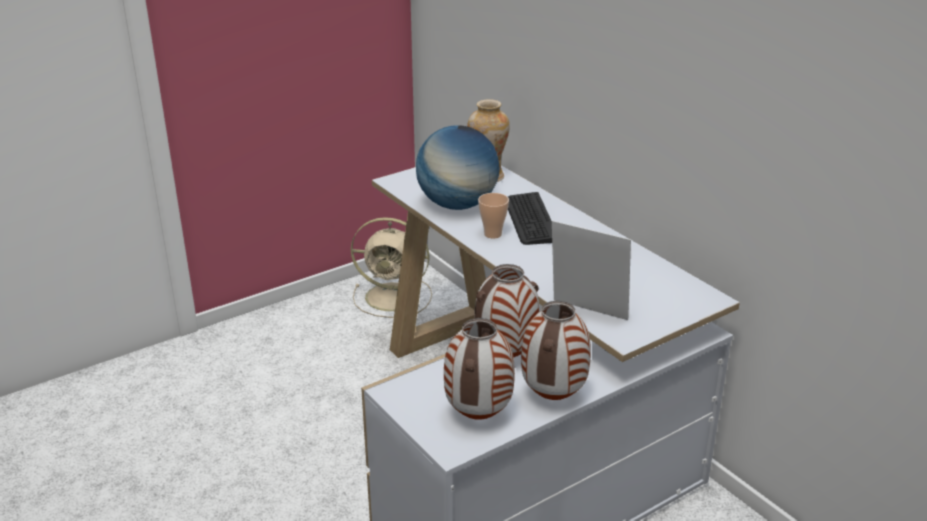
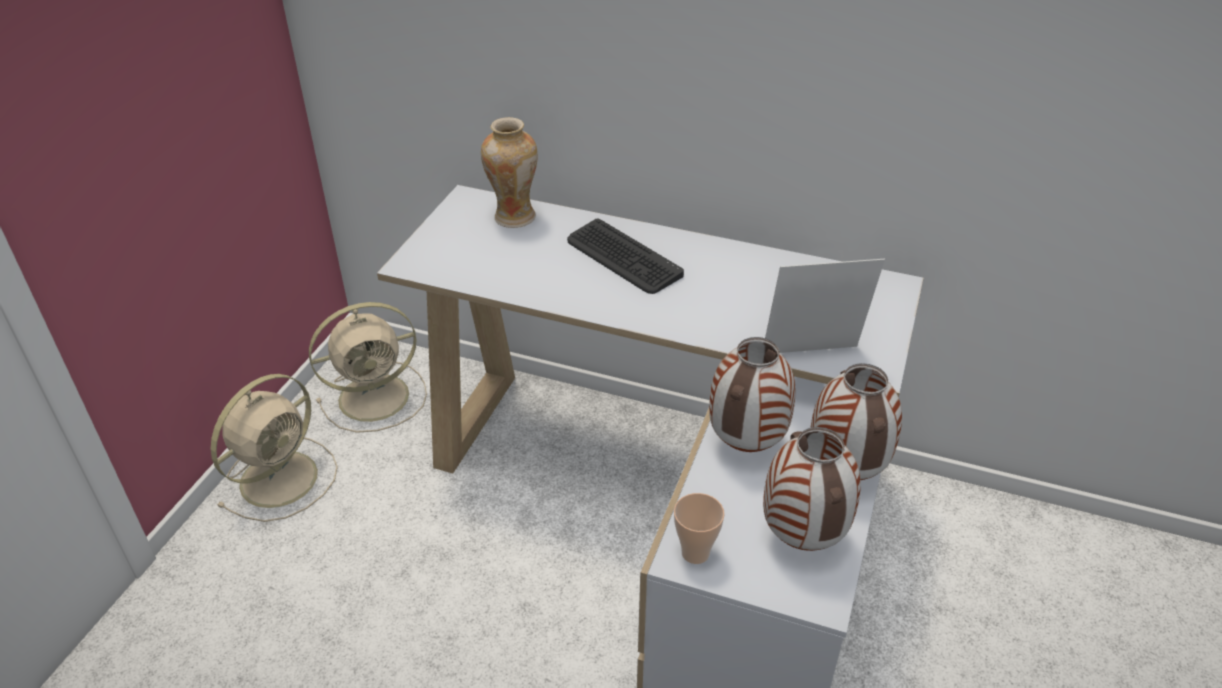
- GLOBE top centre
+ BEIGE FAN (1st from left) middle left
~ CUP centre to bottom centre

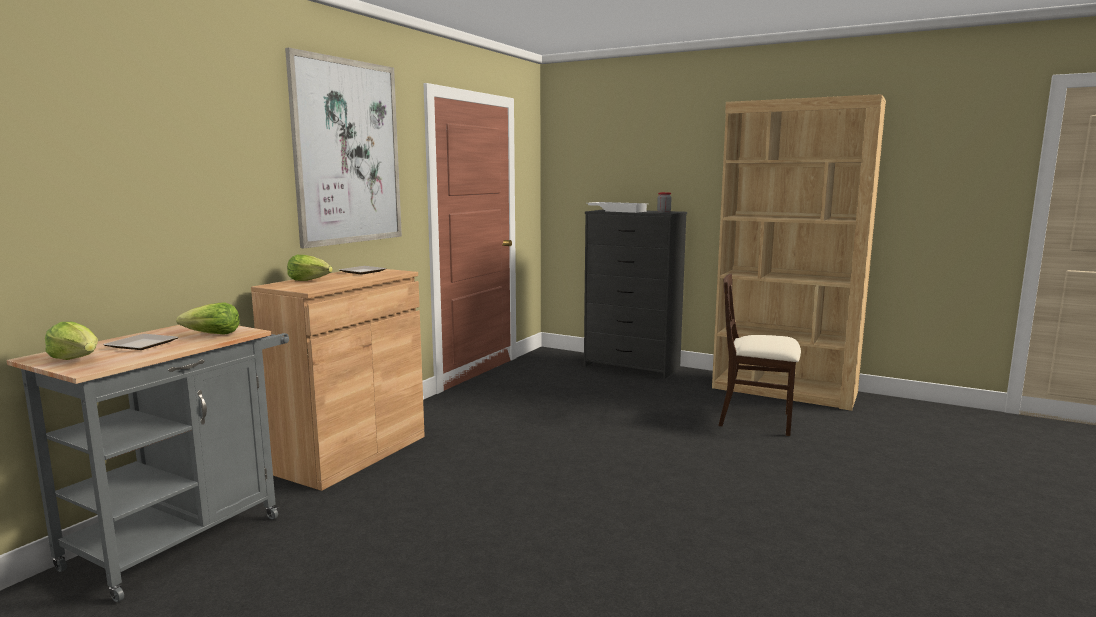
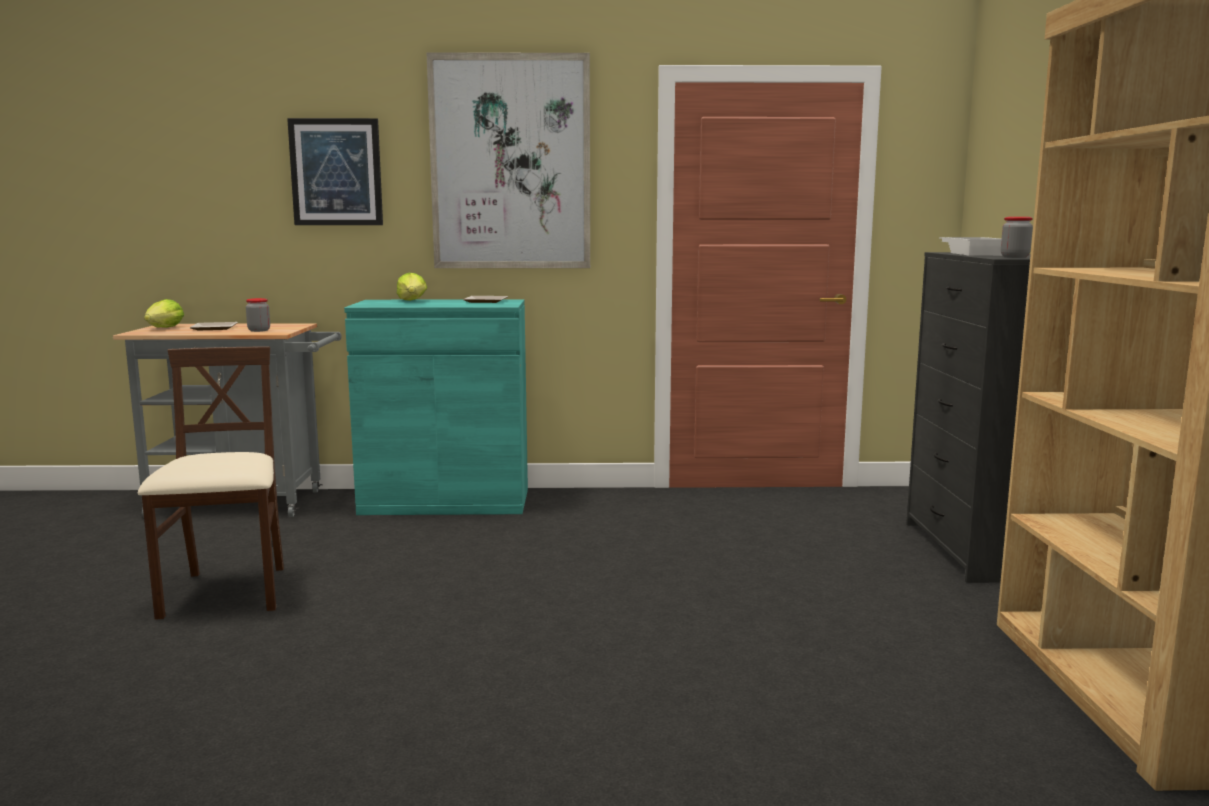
+ PICTURE (1st from left) top left
~ BEIGE CHAIR middle right to middle left
~ LETTUCE (2nd from left) middle left to JAR (1st from left) middle left
~ BROWN CABINET middle left to TURQUOISE CABINET centre

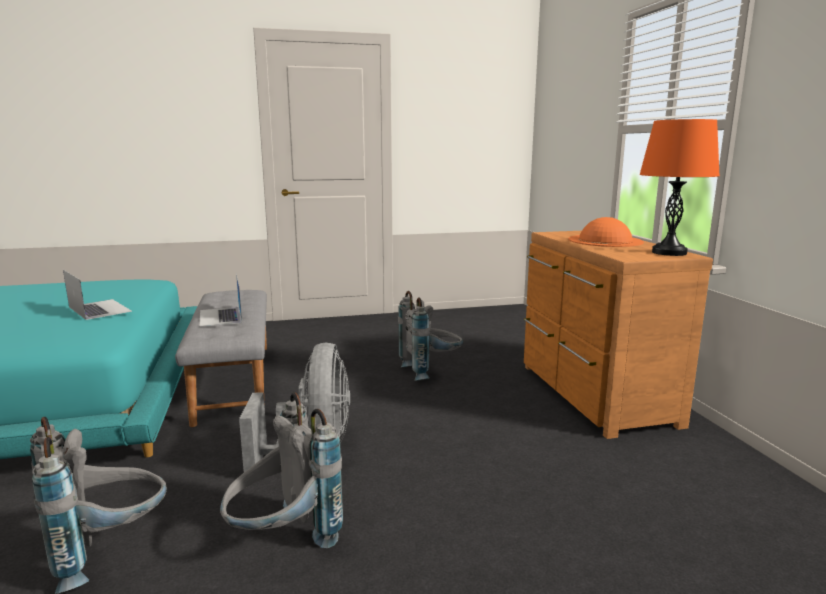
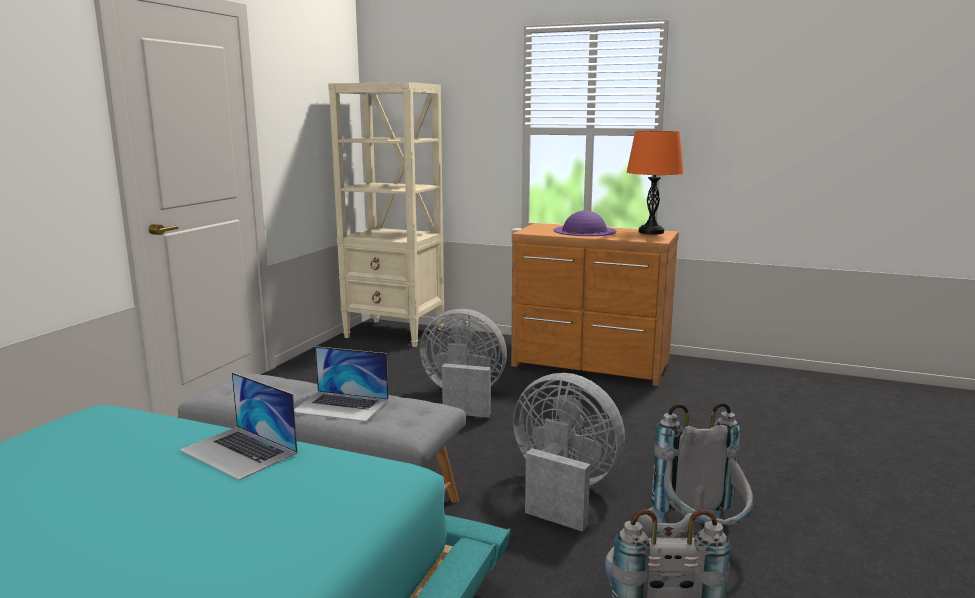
+ BEIGE BOOKCASE centre
~ GREY BACKPACK (3rd from left) centre to GREY FAN (1st from left) centre
~ ORANGE HAT middle right to PURPLE HAT centre
~ LAPTOP (1st from left) middle left = bottom left 135 degrees counterclockwise

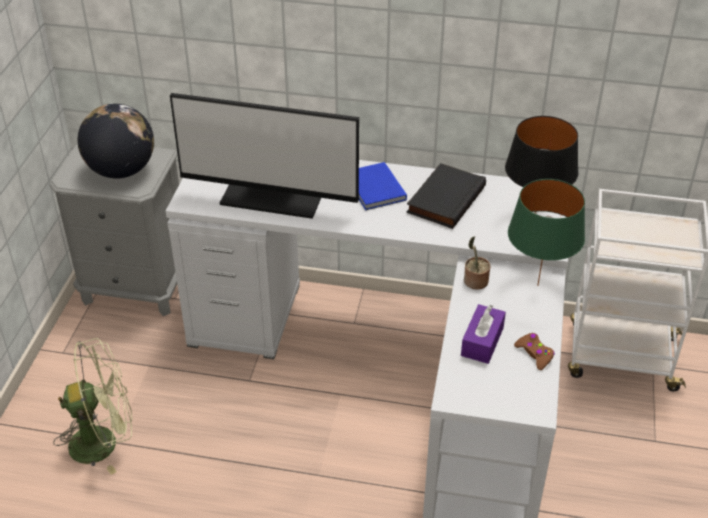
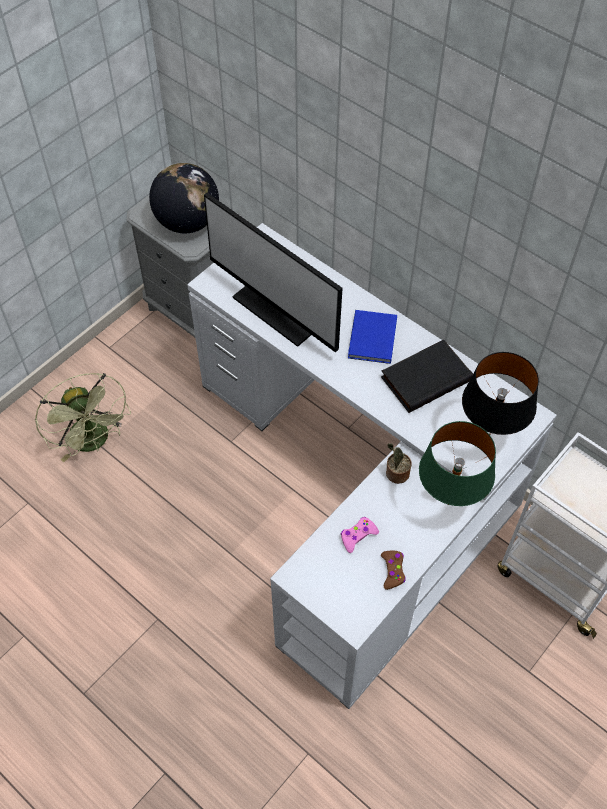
~ PURPLE TISSUE BOX middle right to PINK GAME CONTROLLER centre
~ GREEN FAN bottom left = middle left 45 degrees clockwise

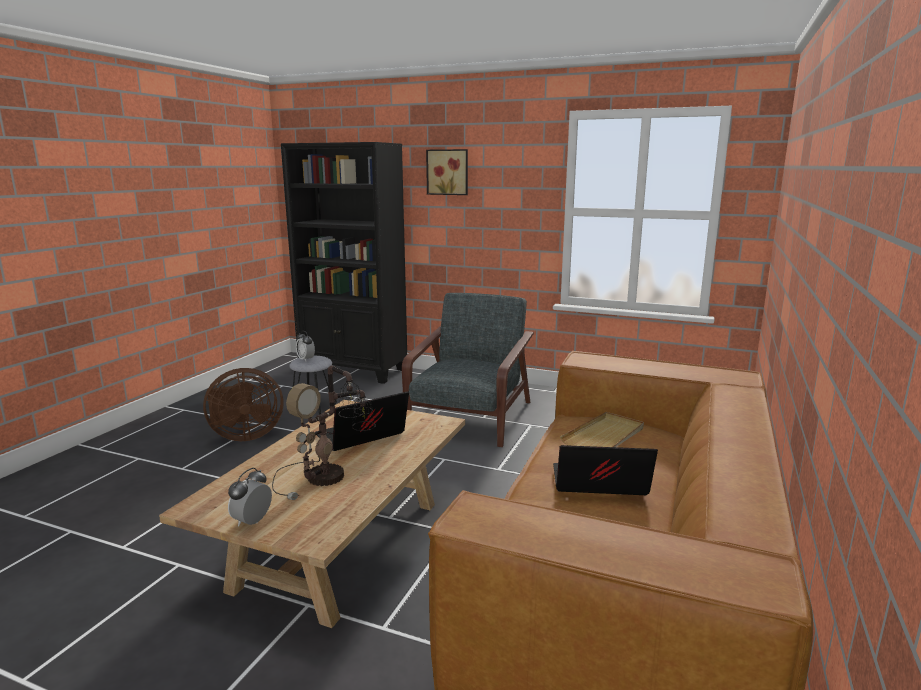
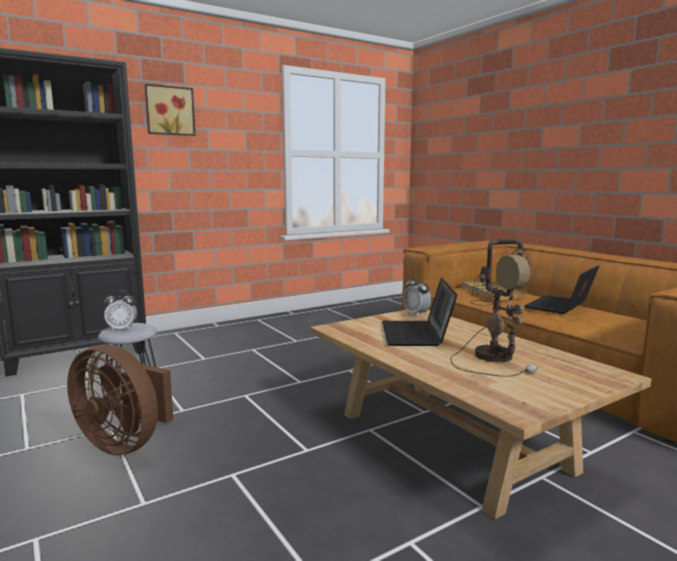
- GREY ARMCHAIR centre
~ ALARM CLOCK (1st from left in the first image) bottom left to ALARM CLOCK (2nd from left) centre
~ BROWN FAN middle left = bottom left 105 degrees clockwise

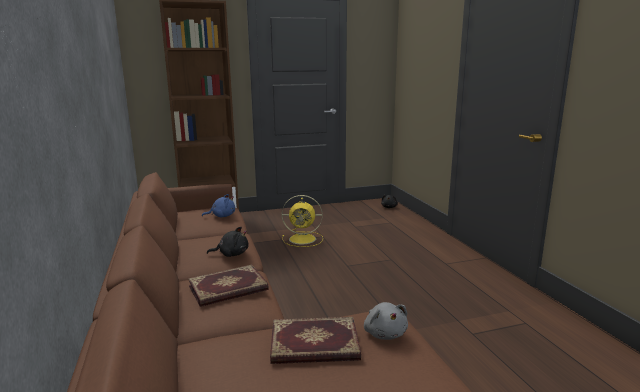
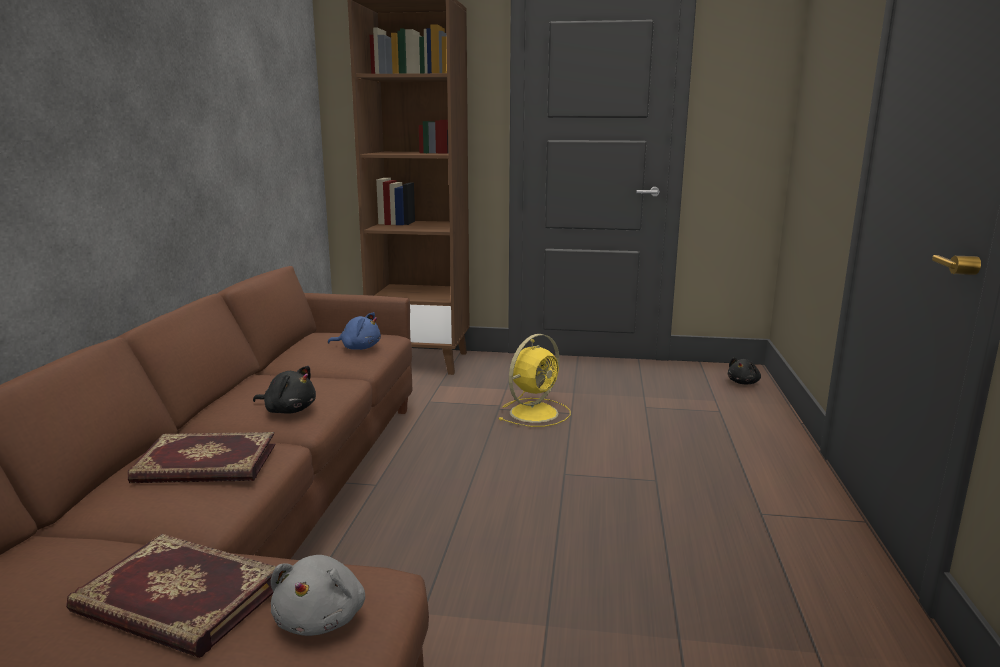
~ YELLOW FAN centre = centre 75 degrees counterclockwise

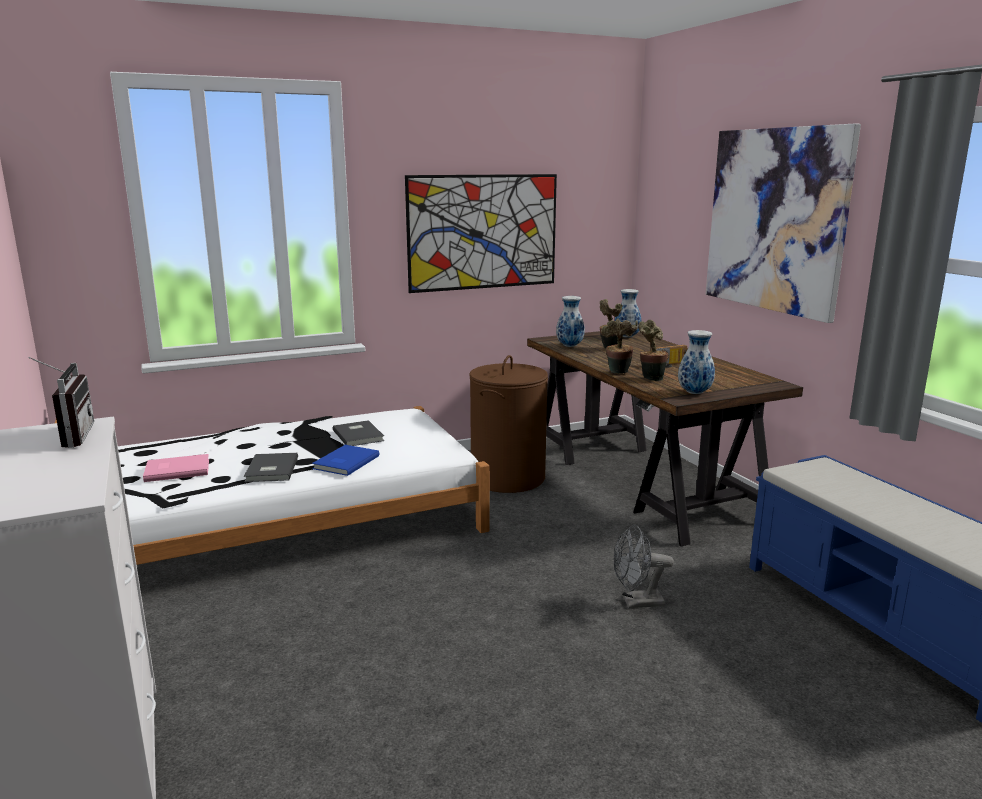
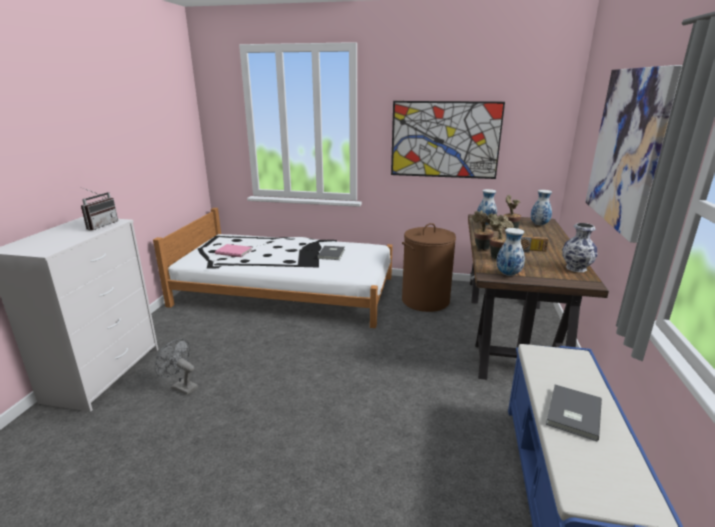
- BLUE BOOK centre
+ VASE (4th from left) middle right
~ GREY BOOK (1st from left in the first image) middle left to GREY BOOK (2nd from left) bottom right
~ GREY FAN bottom centre to bottom left

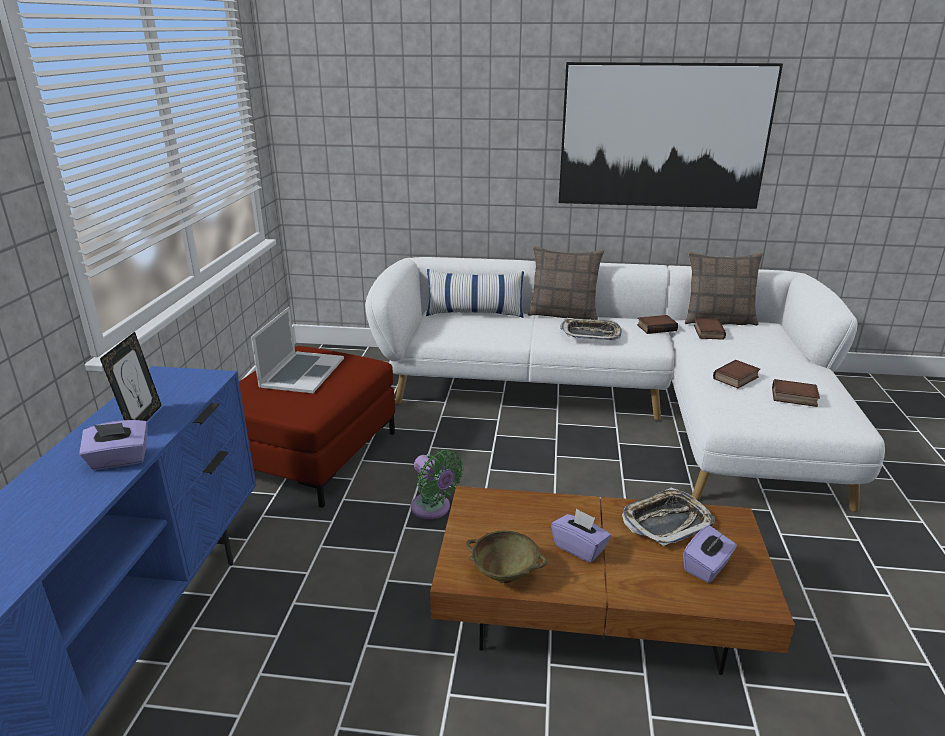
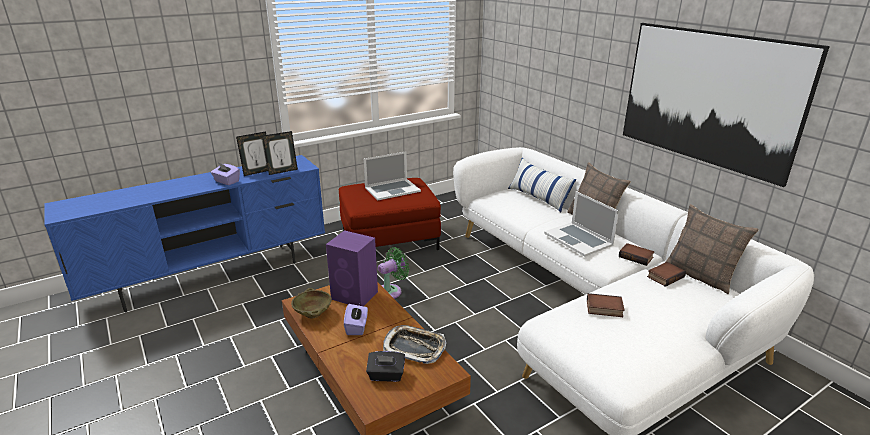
- BOOK (4th from left) middle right
+ PICTURE FRAME (2nd from left) middle left
+ PURPLE SPEAKER centre
~ TRAY (1st from left) centre to LAPTOP (2nd from left) middle right
~ PURPLE TISSUE BOX (3rd from left) bottom right to BLACK TISSUE BOX bottom centre
~ GREEN FAN centre = centre 135 degrees counterclockwise

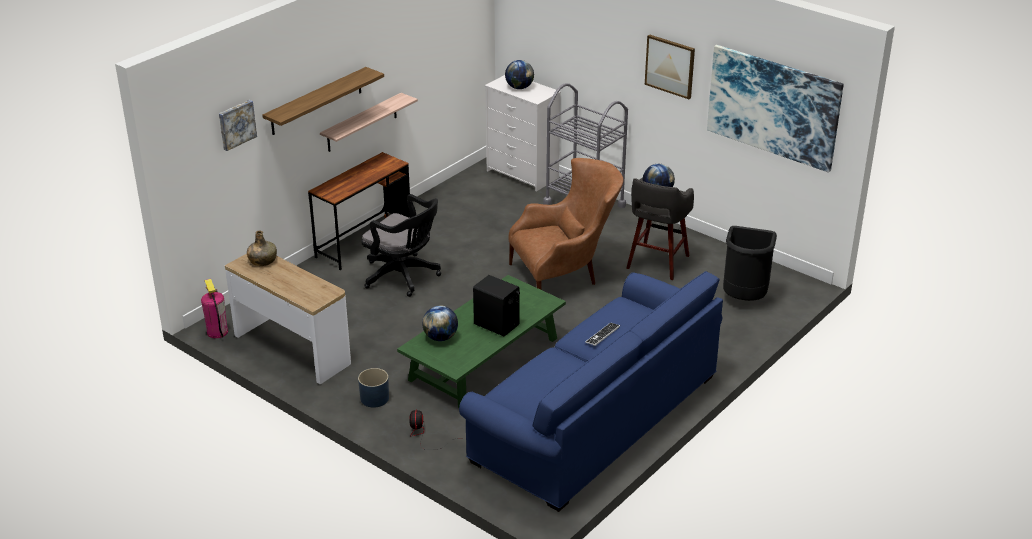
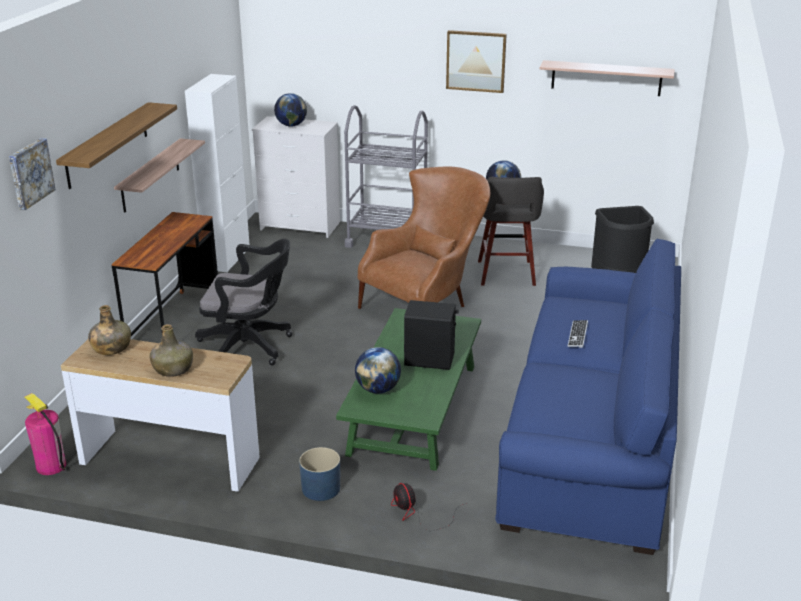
+ GREEN BOTTLE (2nd from left) middle left
+ WHITE CABINET top left
~ PICTURE (3rd from left) top right to SHELF (3rd from left) top right

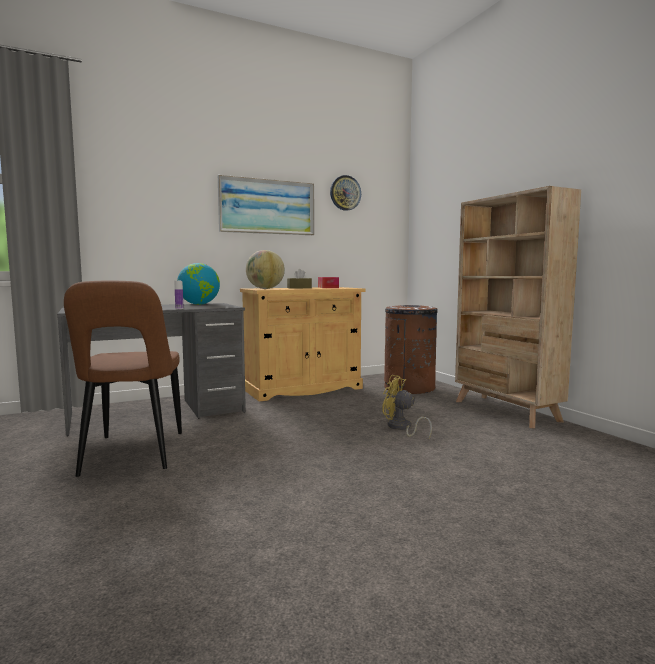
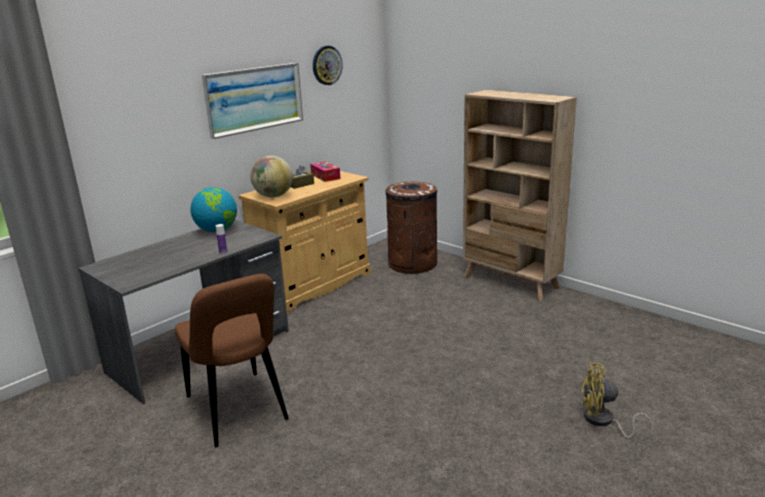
~ YELLOW FAN centre to bottom right

